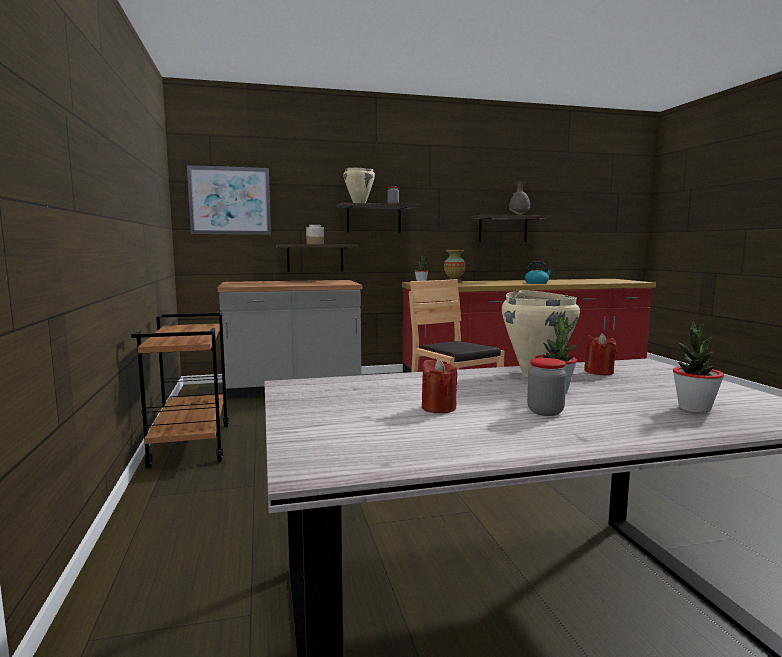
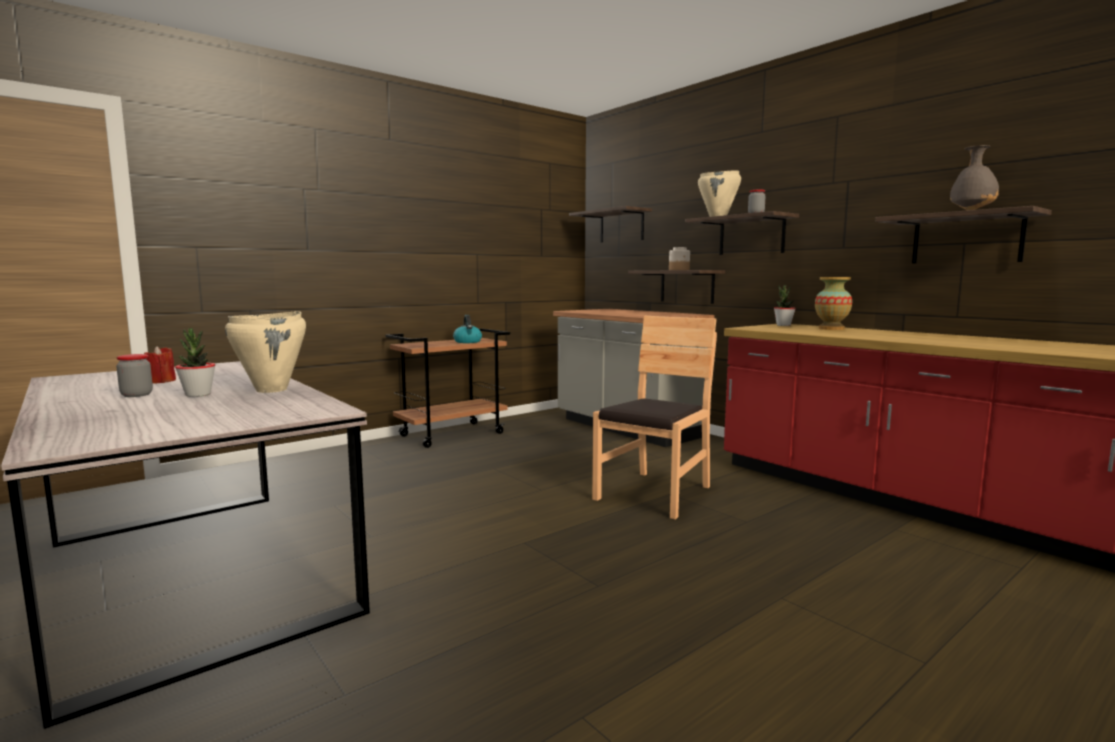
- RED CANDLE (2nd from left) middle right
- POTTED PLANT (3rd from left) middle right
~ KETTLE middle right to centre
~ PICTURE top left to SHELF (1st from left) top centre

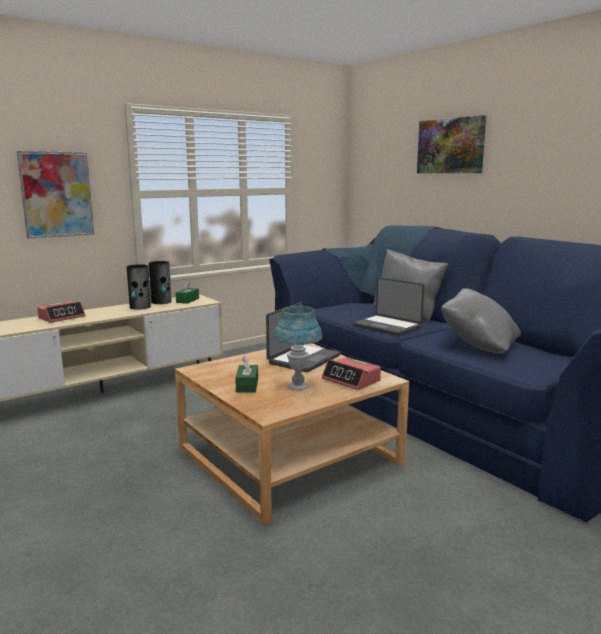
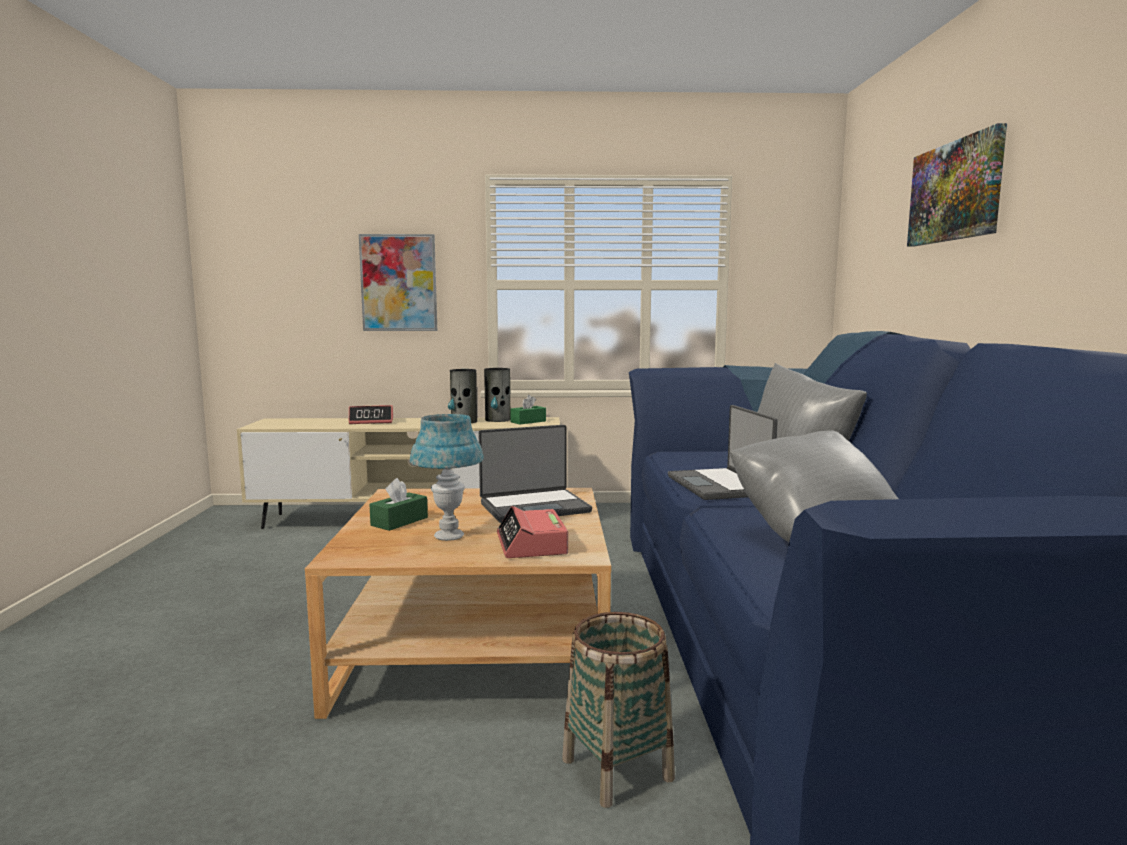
+ BASKET bottom centre

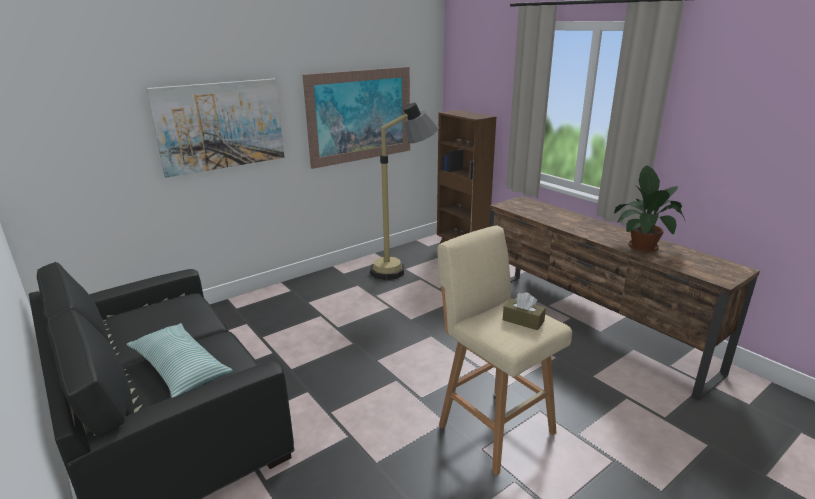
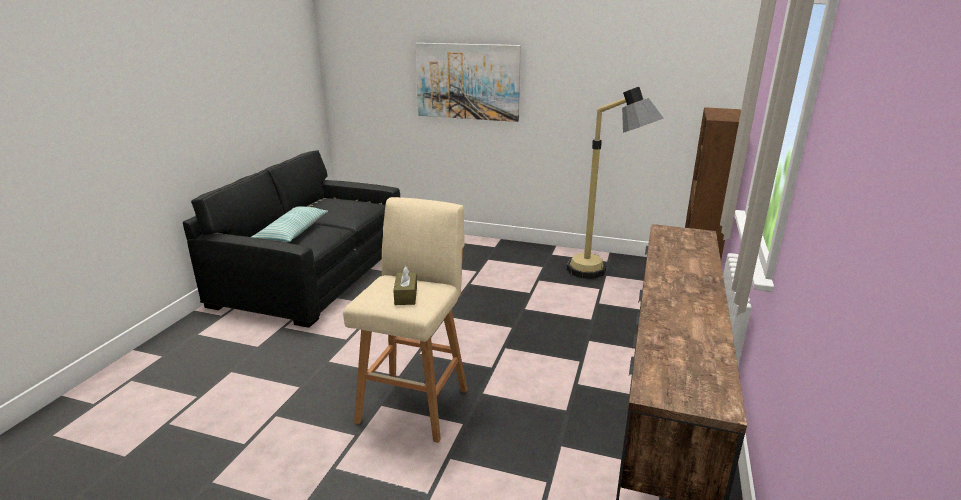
- PICTURE (2nd from left) top centre
- POTTED PLANT middle right

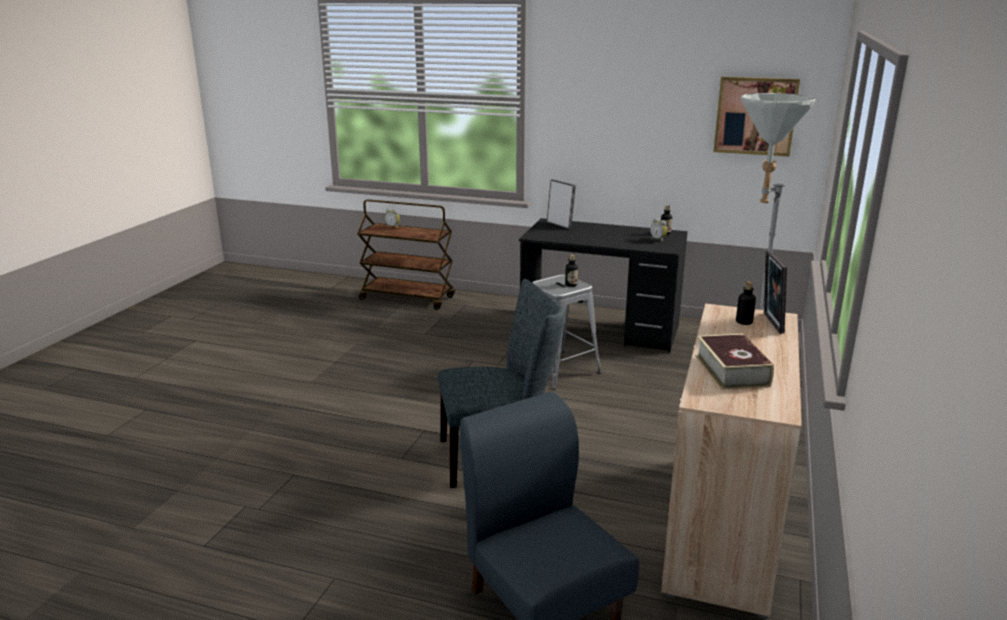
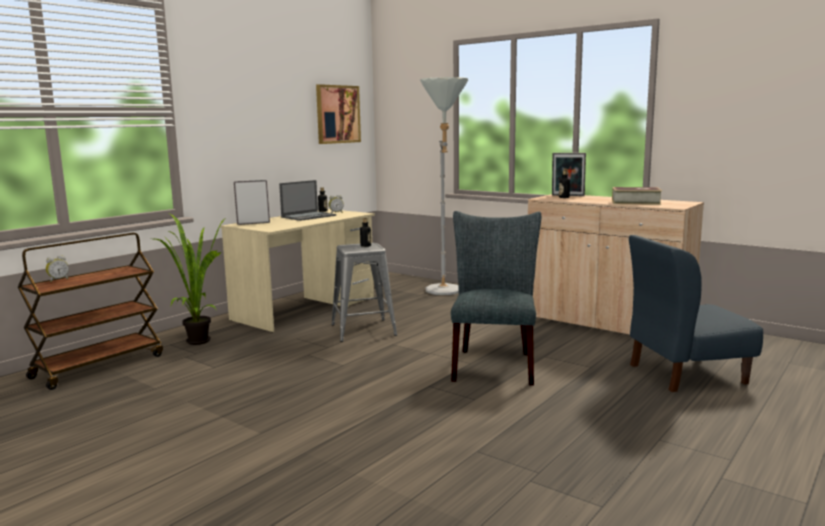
+ POTTED PLANT middle left
+ LAPTOP centre
~ BLACK DESK centre to BEIGE DESK centre

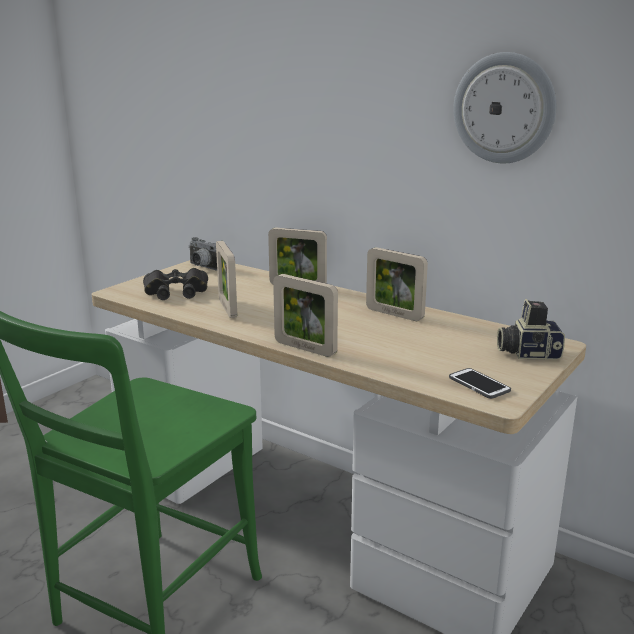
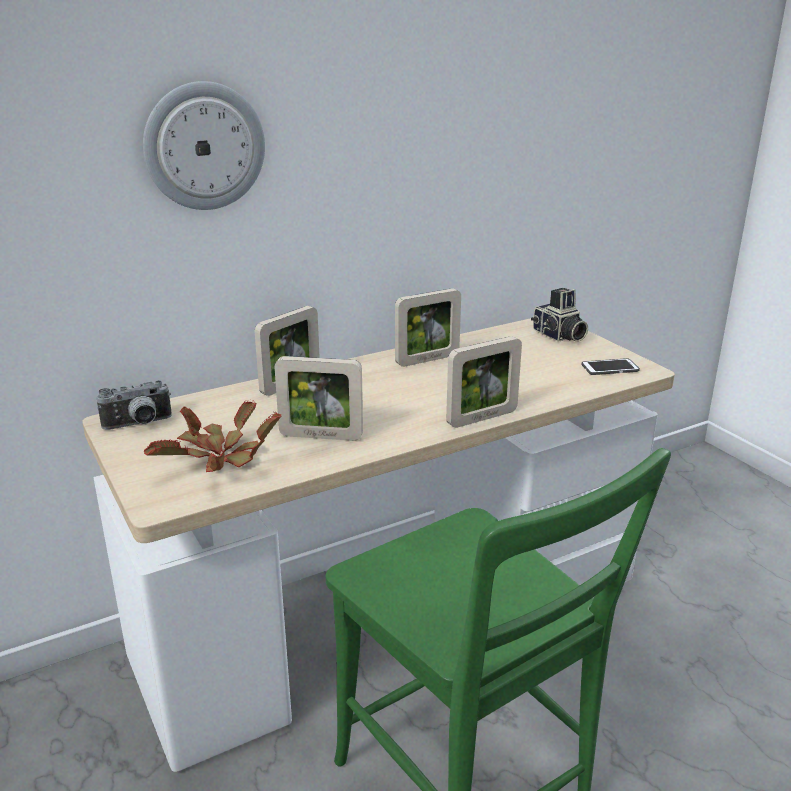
~ WALL CLOCK top right to top left
~ BLACK BINOCULARS middle left to POTTED PLANT middle left
~ PHOTO CAMERA (2nd from left) middle right = middle right 60 degrees counterclockwise

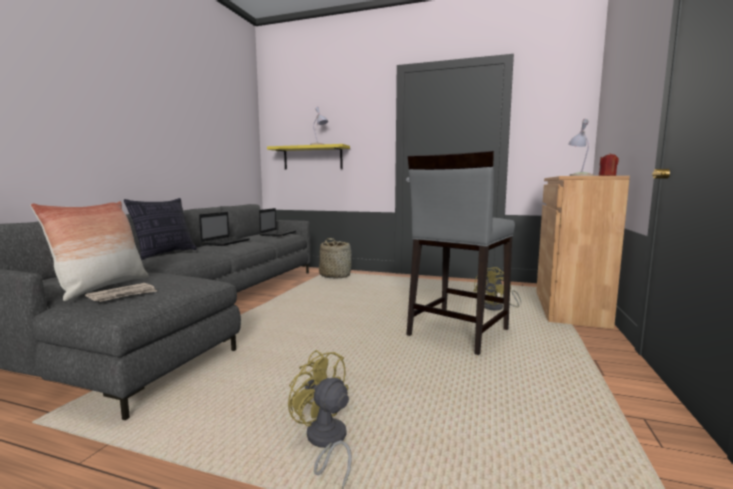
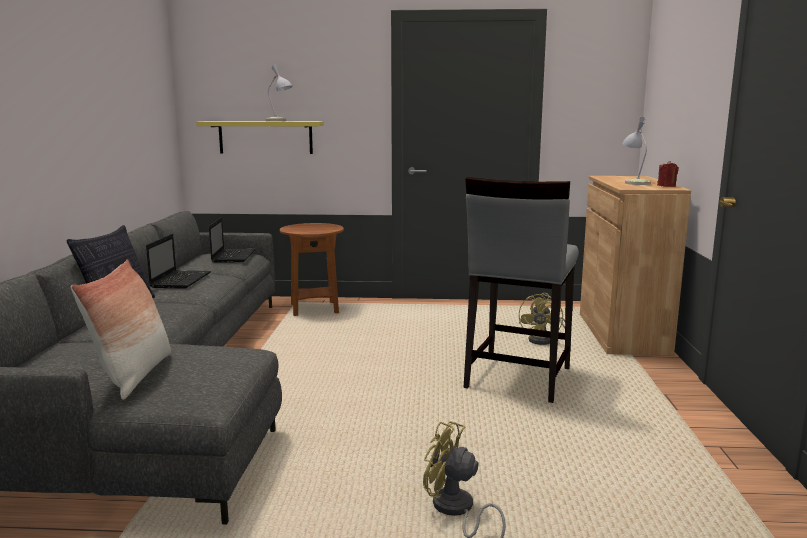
- NEWSPAPER middle left
~ BASKET centre to BROWN SIDE TABLE centre

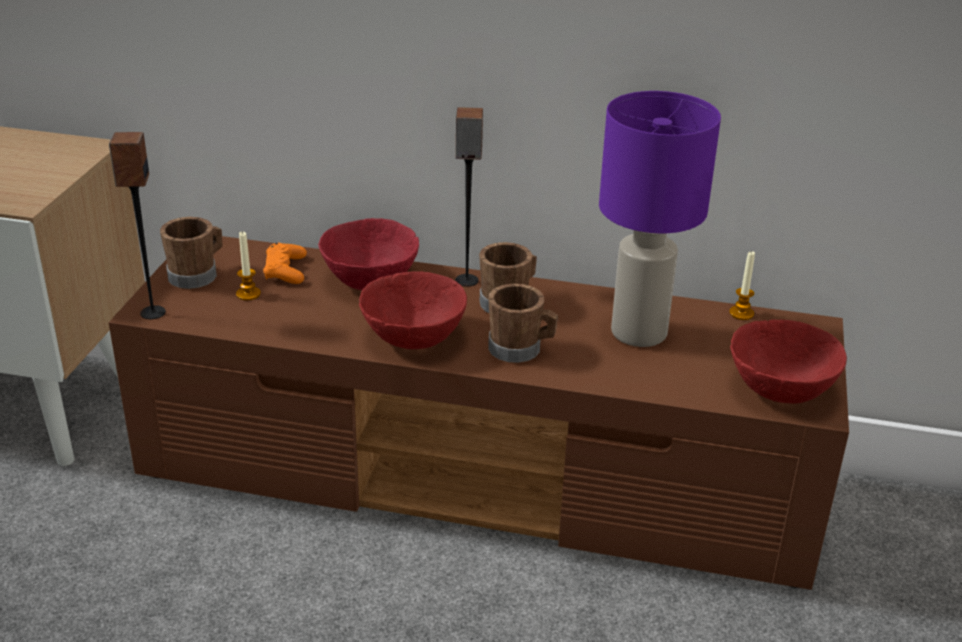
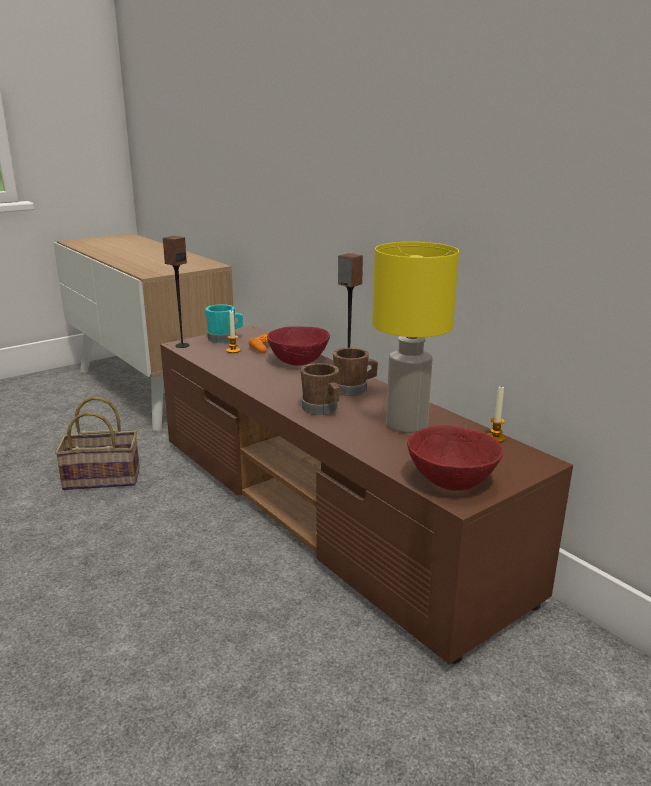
- RED BOWL (2nd from left) centre
+ BASKET middle left
~ BROWN MUG (1st from left) middle left to TURQUOISE MUG centre
~ PURPLE TABLE LAMP middle right to YELLOW TABLE LAMP centre

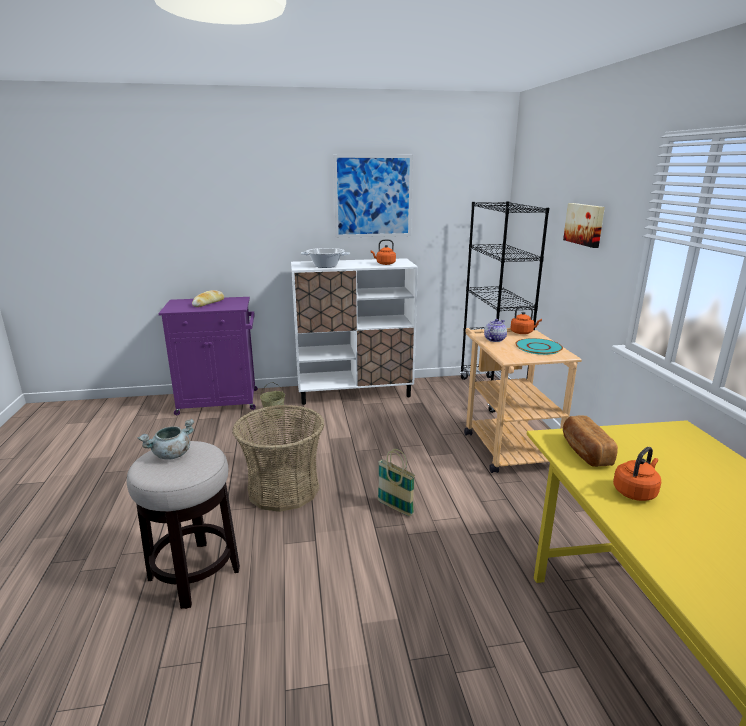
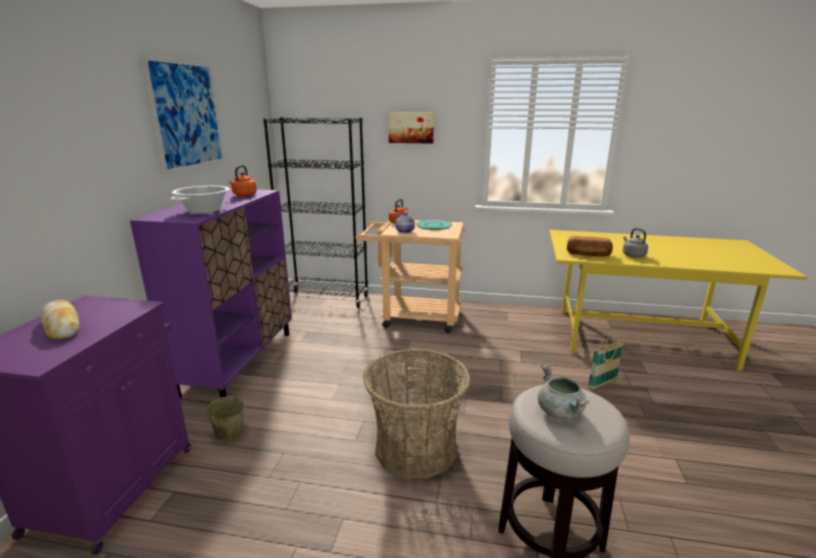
~ BASKET (2nd from left) centre to middle right
~ WHITE CABINET centre to PURPLE CABINET (2nd from left) middle left
~ ORANGE KETTLE (3rd from left) middle right to GREY KETTLE middle right

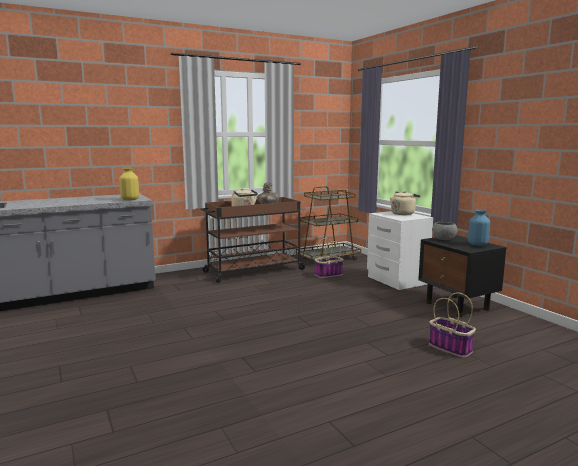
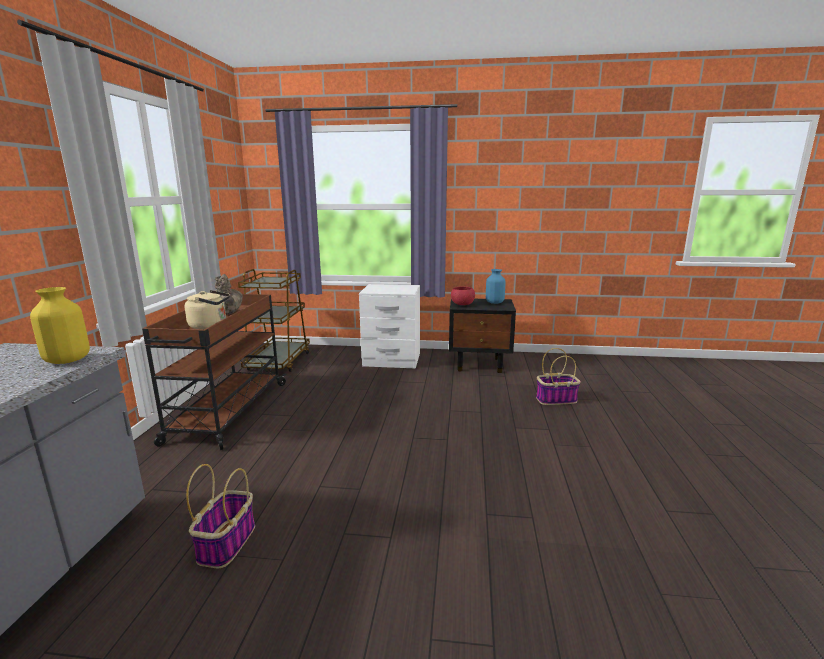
- BEIGE KETTLE (2nd from left) middle right
~ BASKET (1st from left) centre to bottom left
~ GREY BOWL middle right to RED BOWL centre

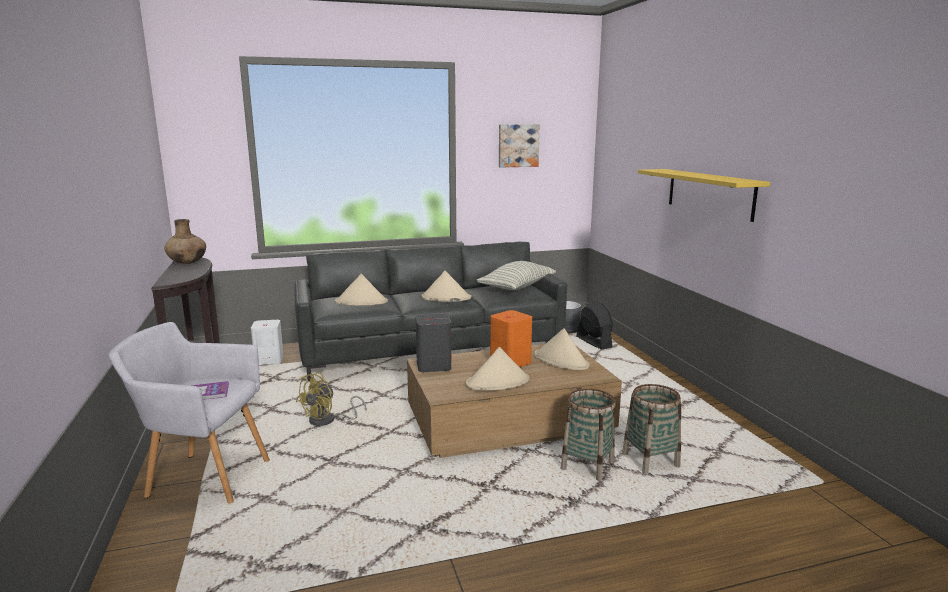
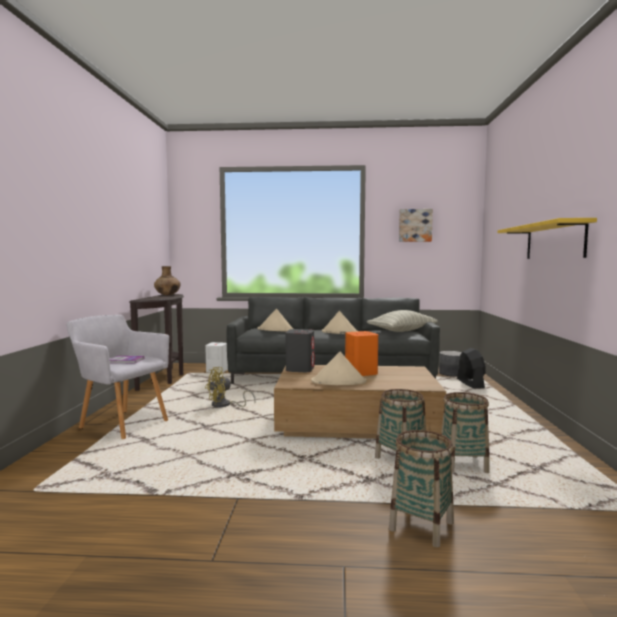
- BEIGE HAT (4th from left) centre
+ BASKET (2nd from left) bottom right

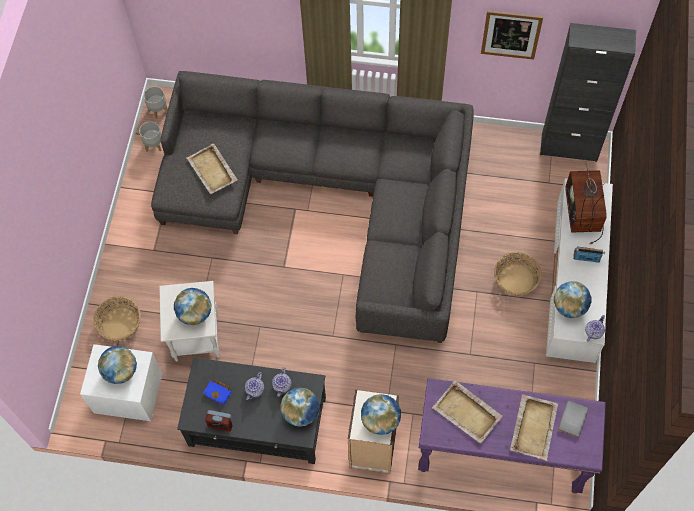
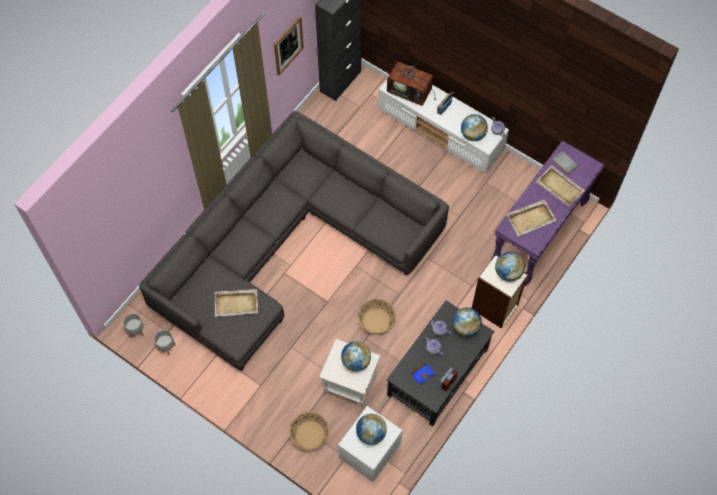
~ BASKET (2nd from left) middle right to centre

